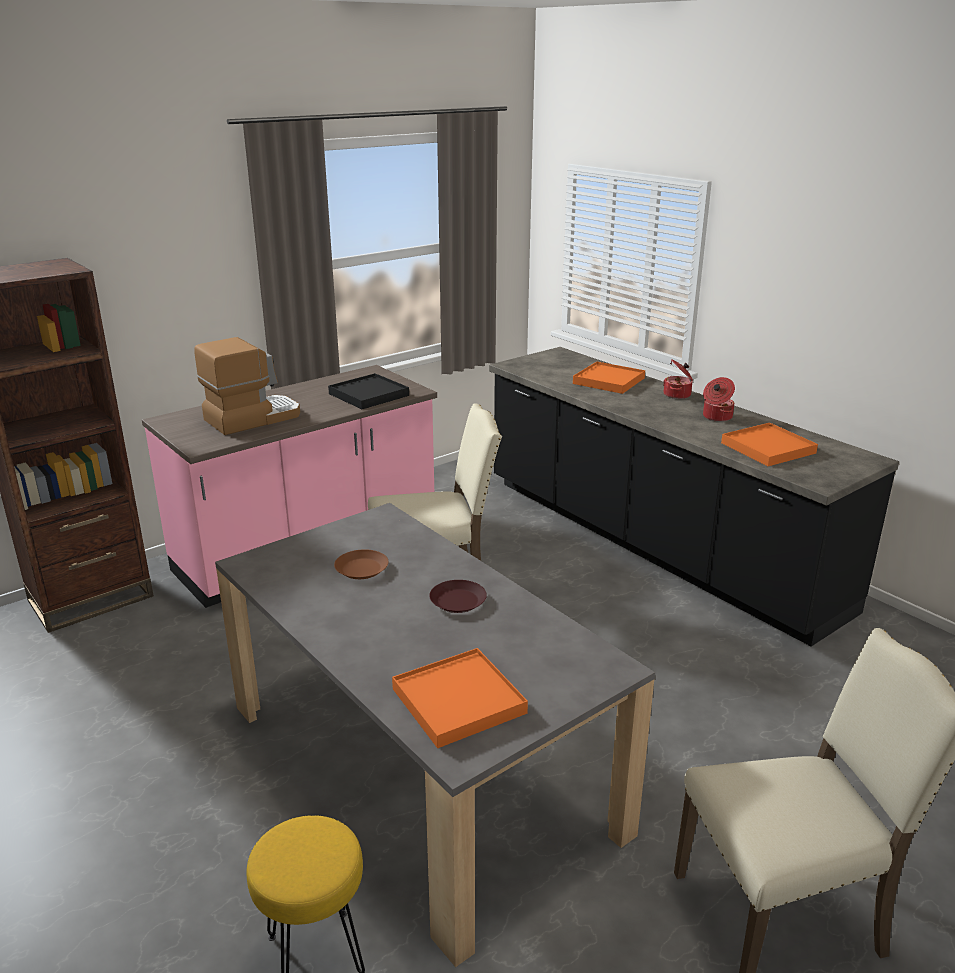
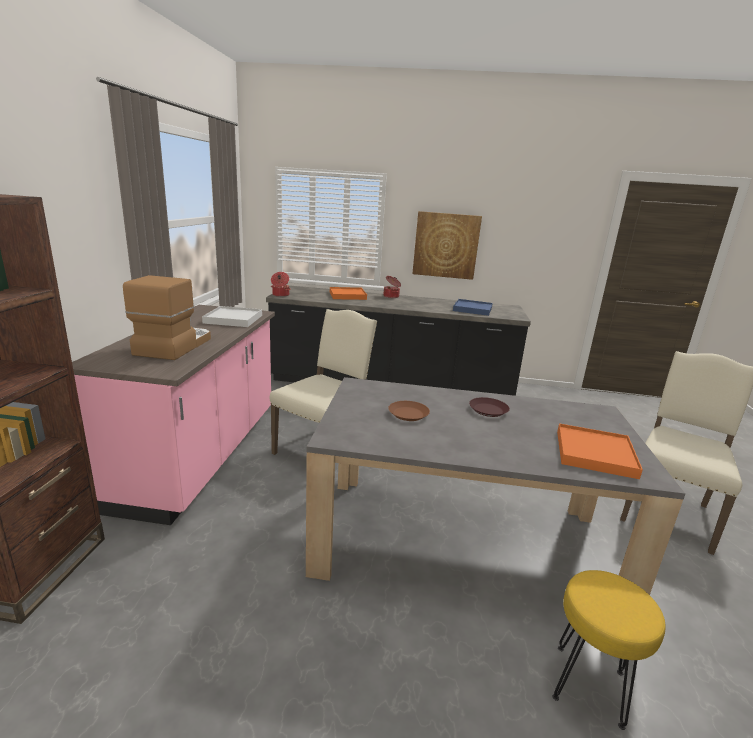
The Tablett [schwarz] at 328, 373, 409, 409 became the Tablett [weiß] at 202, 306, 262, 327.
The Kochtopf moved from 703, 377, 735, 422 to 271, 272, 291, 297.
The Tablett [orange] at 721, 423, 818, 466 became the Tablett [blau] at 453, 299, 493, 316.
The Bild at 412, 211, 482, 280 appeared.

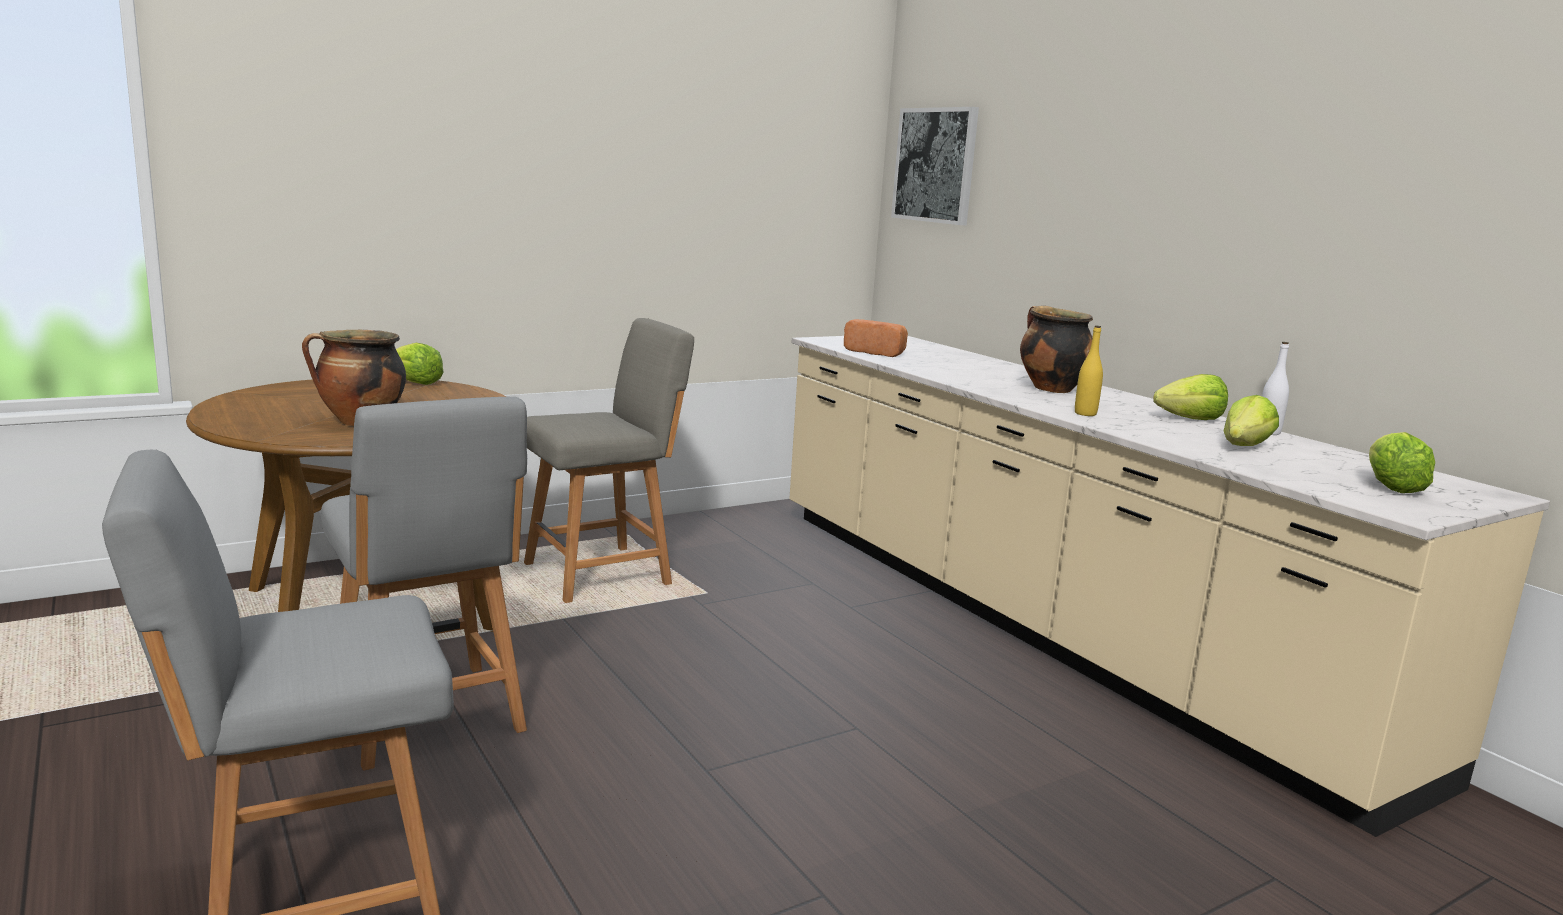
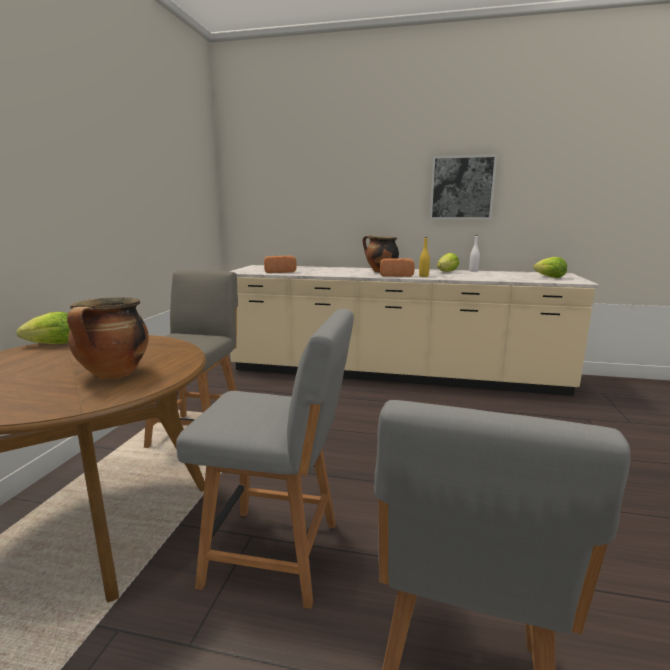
The Bild moved from 891, 107, 979, 225 to 430, 154, 497, 219.
The Salatkopf at 1224, 395, 1279, 446 disappeared.
The Brot at 380, 258, 415, 277 appeared.

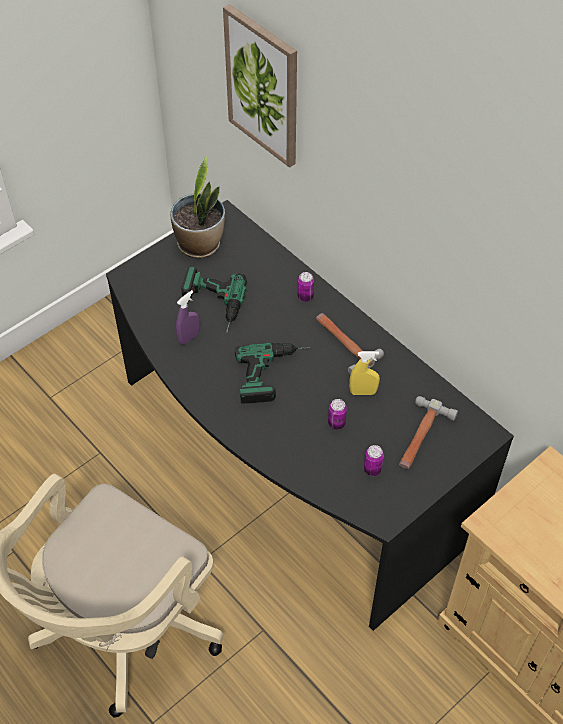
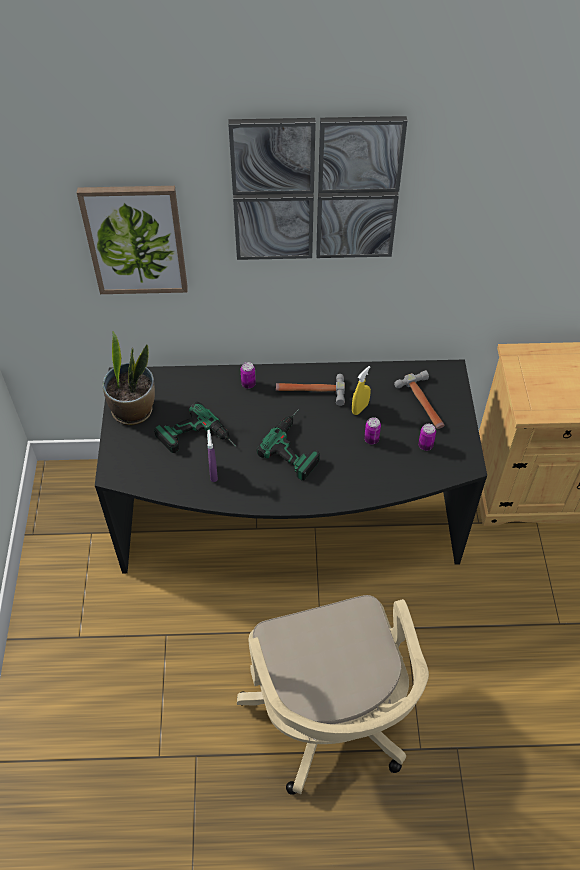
The Bild at 228, 116, 407, 260 appeared.

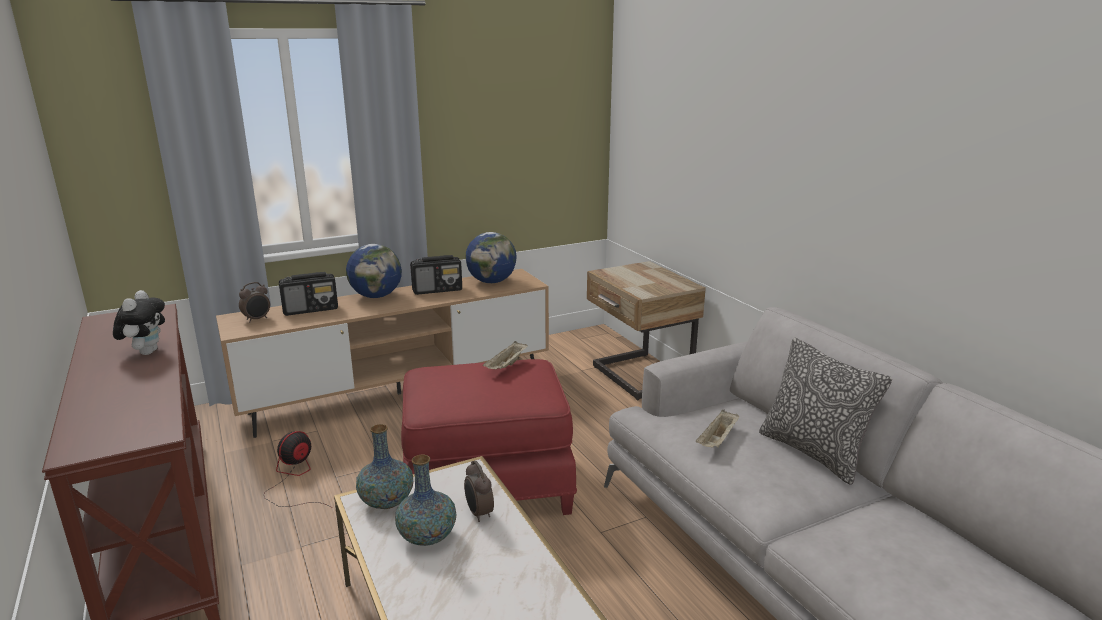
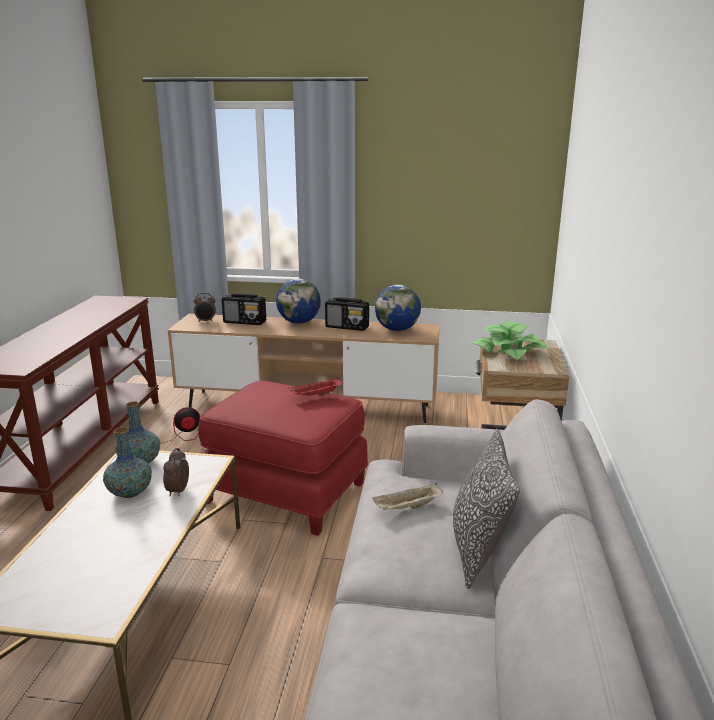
The Plüschtier at 113, 290, 165, 355 disappeared.
The Tablett [beige] at 483, 341, 528, 369 became the Tablett [rot] at 288, 378, 343, 396.
The Topfpflanze at 471, 321, 548, 360 appeared.

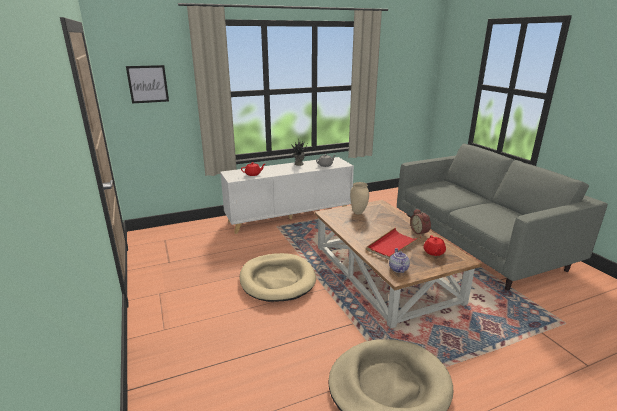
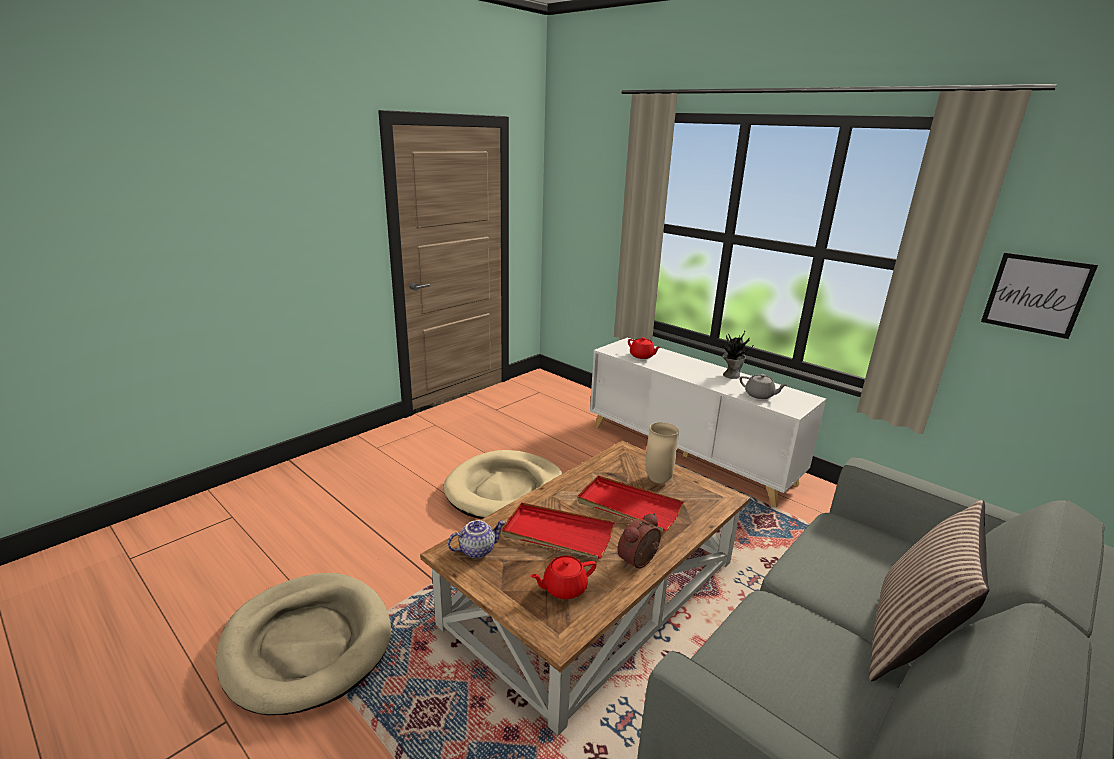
The Bild moved from 126, 65, 169, 104 to 981, 252, 1098, 339.
The Tablett [rot] at 577, 475, 684, 531 appeared.
The Kissen at 869, 500, 990, 681 appeared.

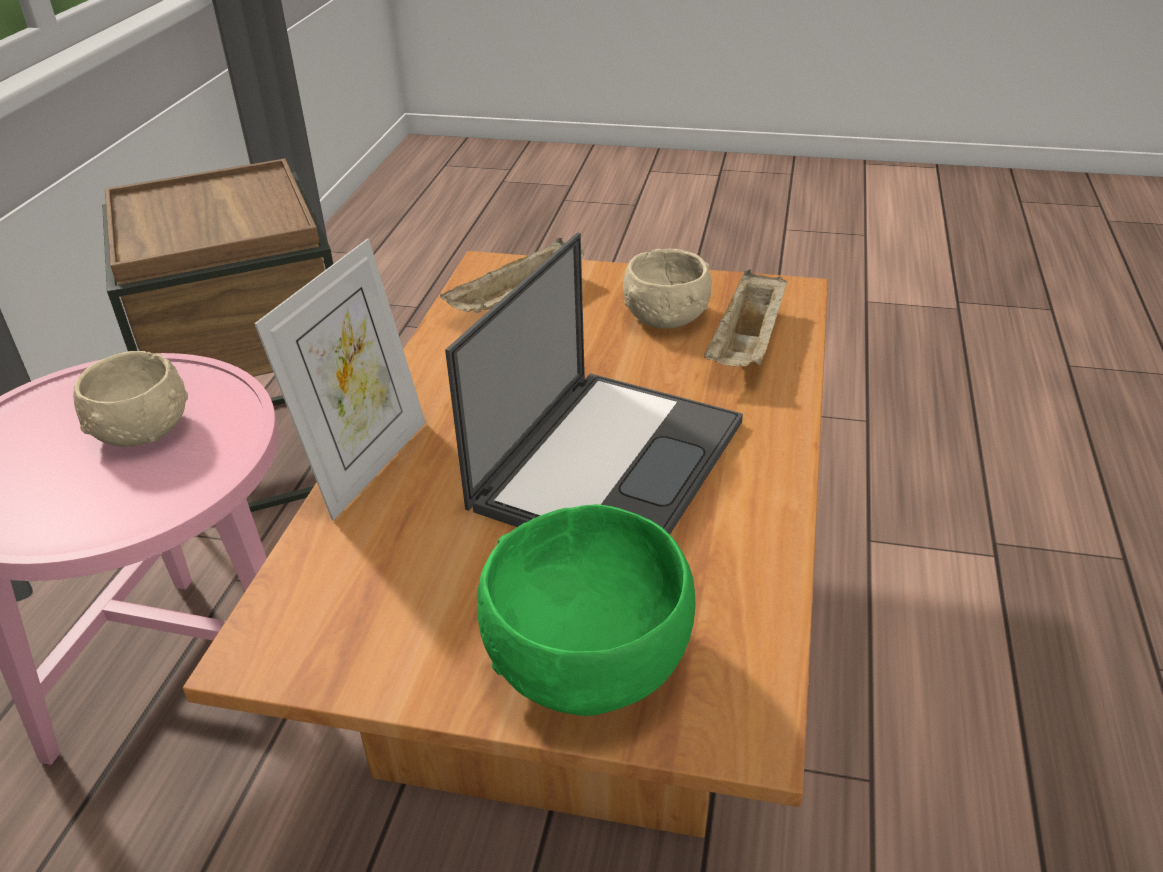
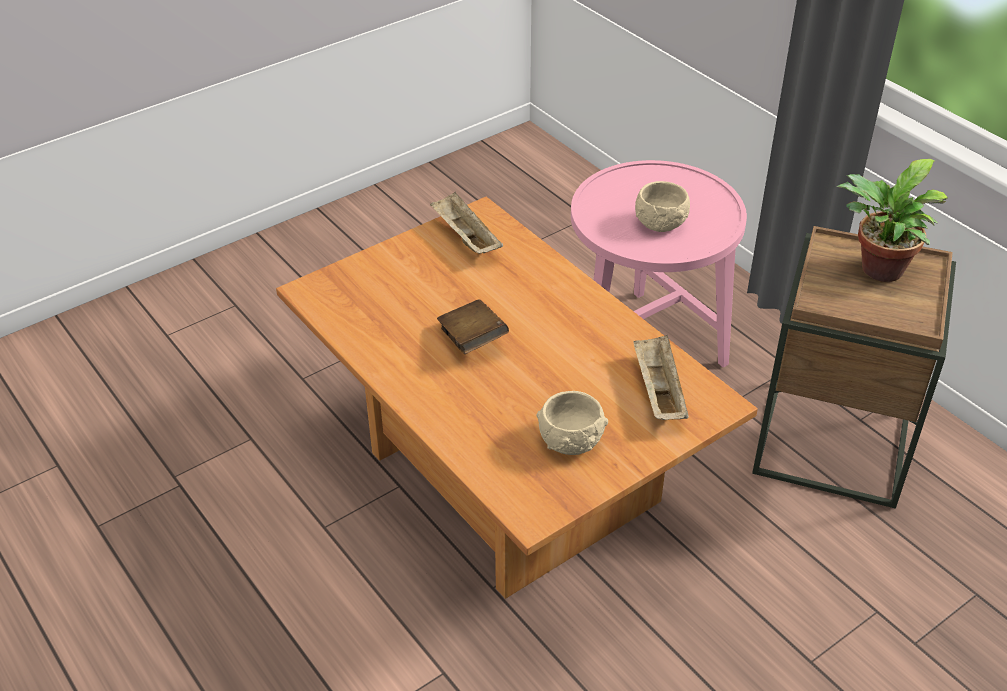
The Laptop at 445, 233, 743, 534 was replaced by the Buch [braun] at 437, 300, 509, 354.
The Bilderrahmen at 254, 239, 426, 521 disappeared.
The Tablett [beige] moved from 704, 270, 787, 366 to 430, 192, 503, 254.
The Schüssel [grün] at 477, 504, 695, 716 disappeared.
The Topfpflanze at 836, 159, 948, 282 appeared.

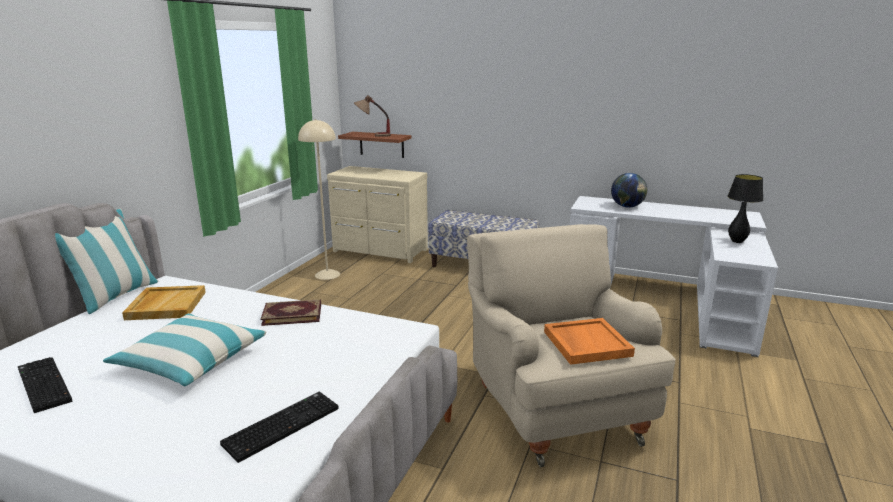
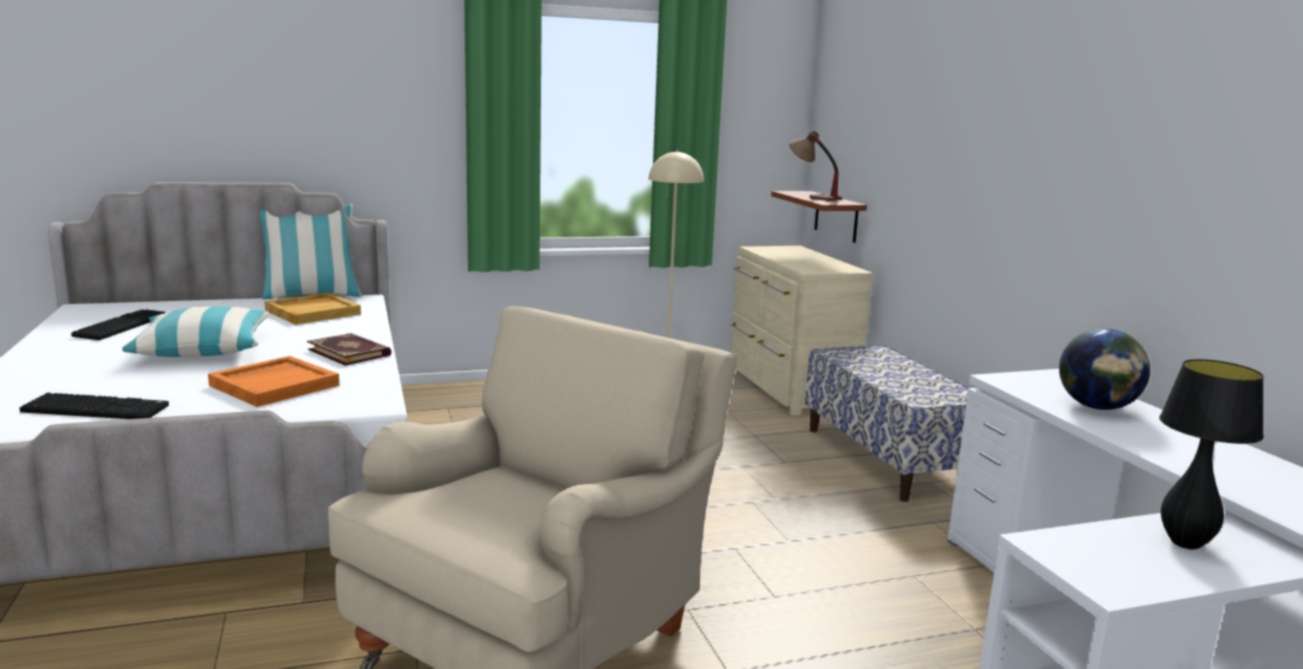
The Tablett [orange] moved from 544, 318, 635, 365 to 208, 356, 339, 407.

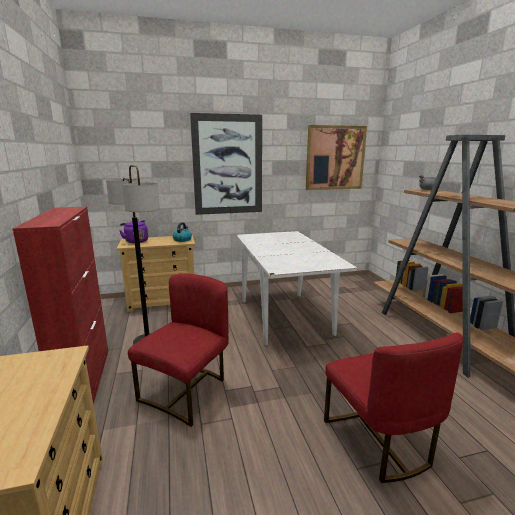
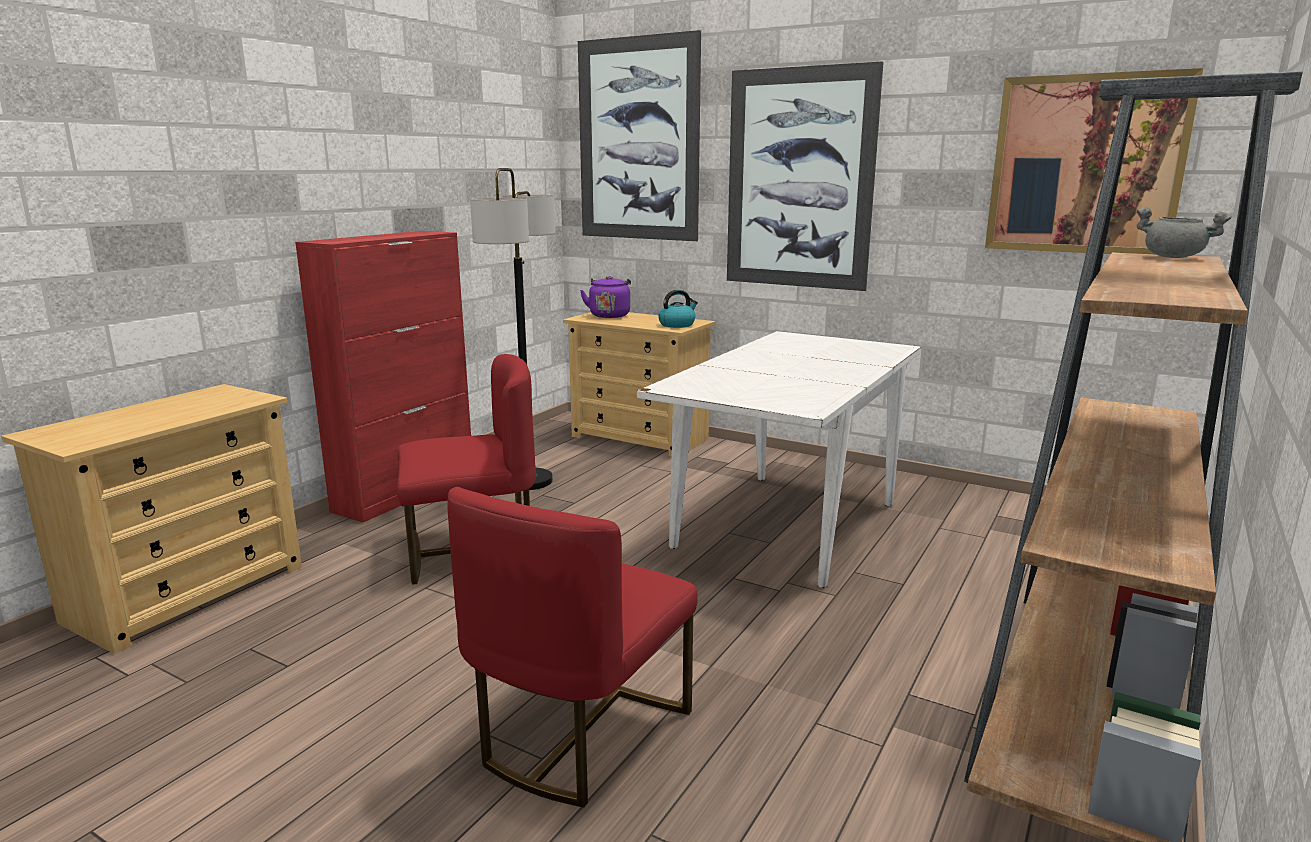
The Bild at 578, 30, 701, 241 appeared.

